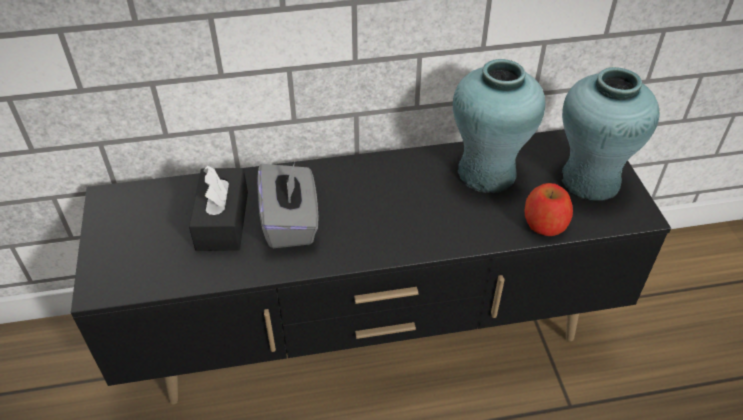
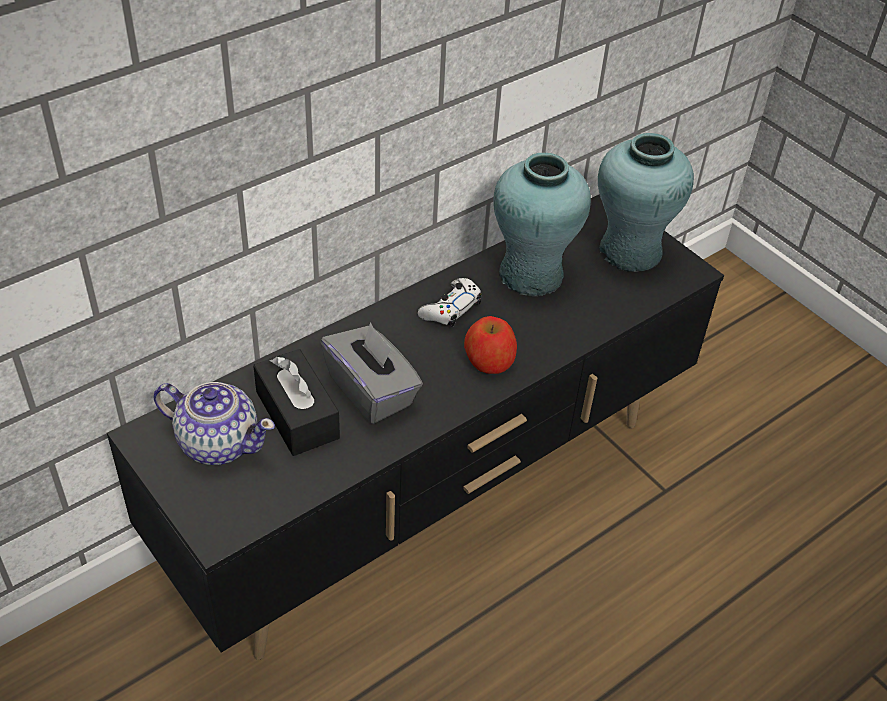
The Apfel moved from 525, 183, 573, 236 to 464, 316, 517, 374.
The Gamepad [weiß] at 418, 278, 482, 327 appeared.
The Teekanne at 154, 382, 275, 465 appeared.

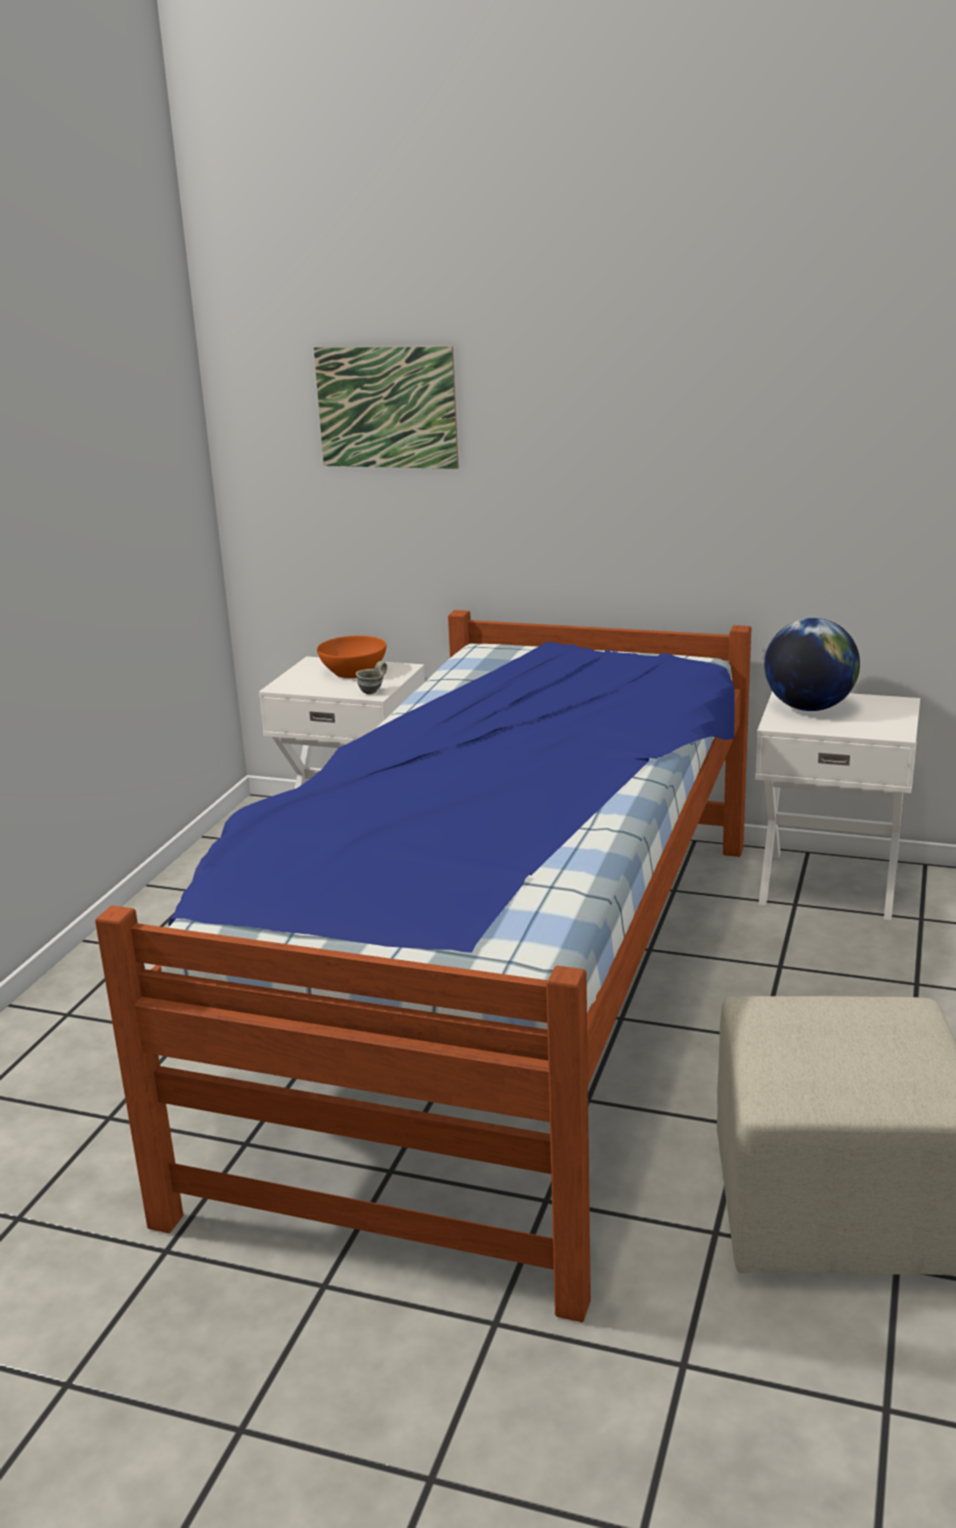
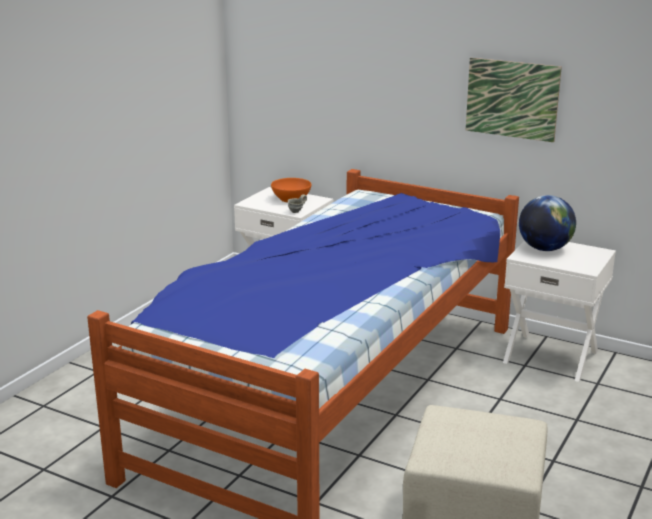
The Bild moved from 314, 346, 459, 469 to 466, 58, 562, 142.

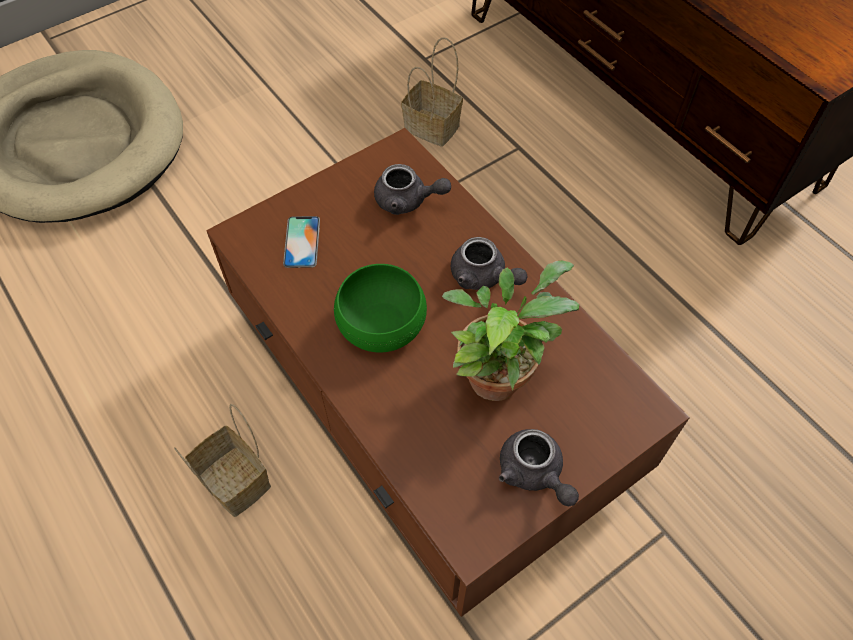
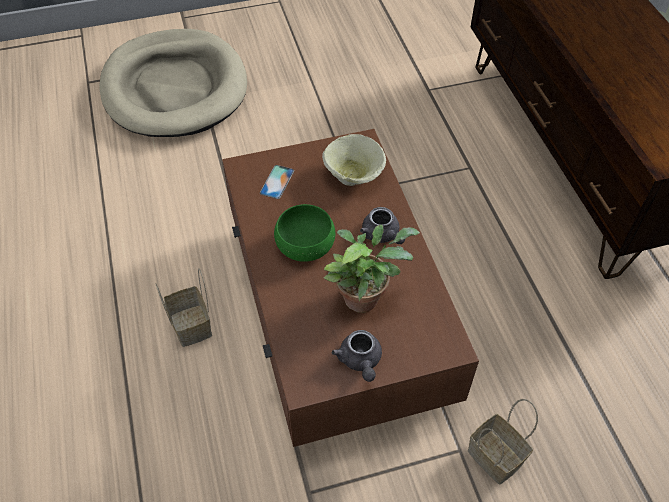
The Korb moved from 401, 37, 463, 147 to 468, 399, 538, 484.
The Teekanne [grau] at 374, 164, 451, 215 was replaced by the Schüssel [beige] at 322, 134, 386, 186.

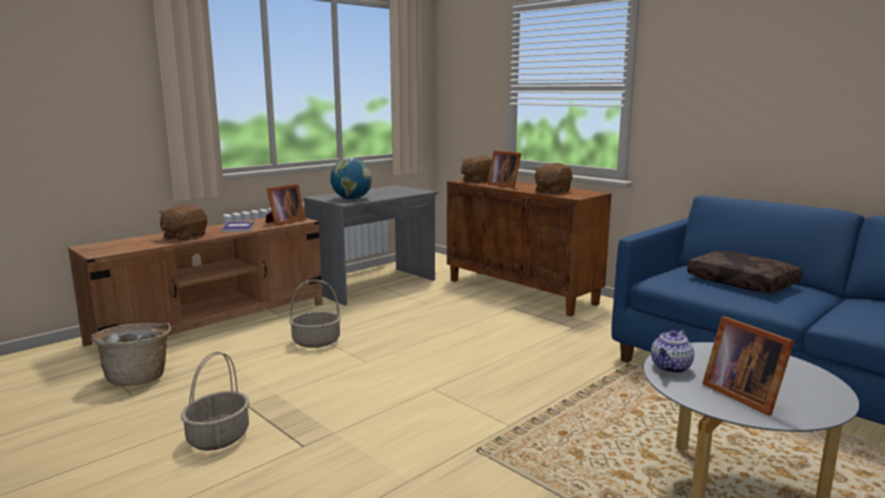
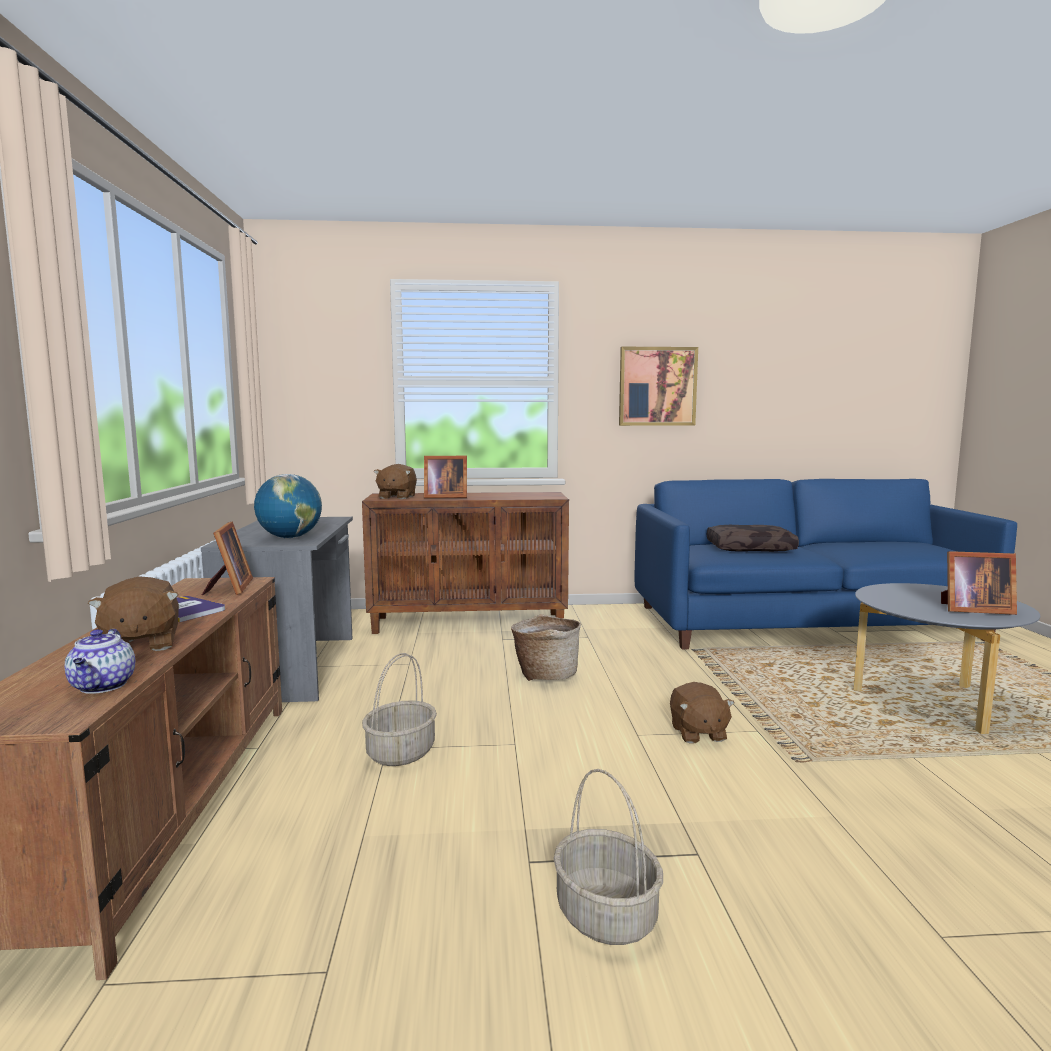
The Plüschtier [braun] moved from 533, 163, 573, 194 to 670, 682, 735, 744.
The Korb moved from 91, 323, 172, 386 to 511, 614, 581, 681.
The Teekanne moved from 651, 330, 694, 373 to 64, 629, 135, 694.
The Bild at 619, 347, 698, 426 appeared.

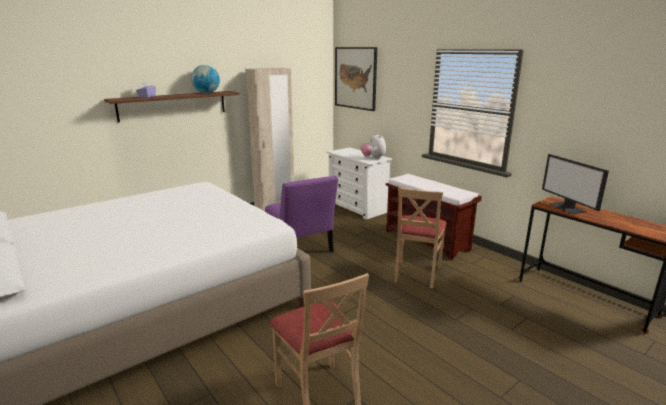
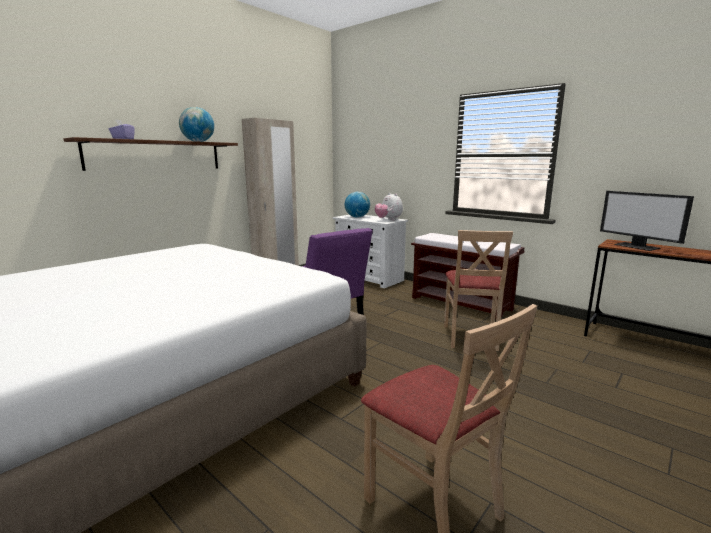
The Bild at 335, 47, 377, 111 disappeared.
The Globus at 345, 192, 370, 218 appeared.

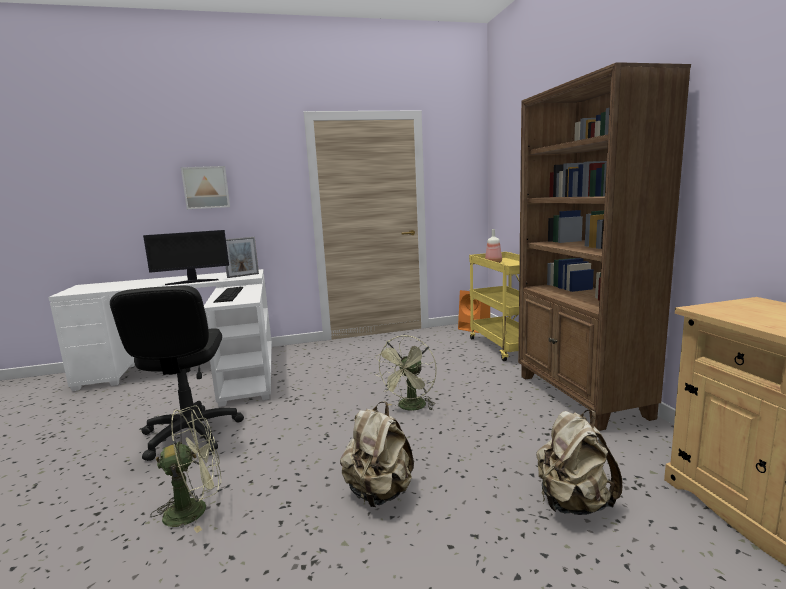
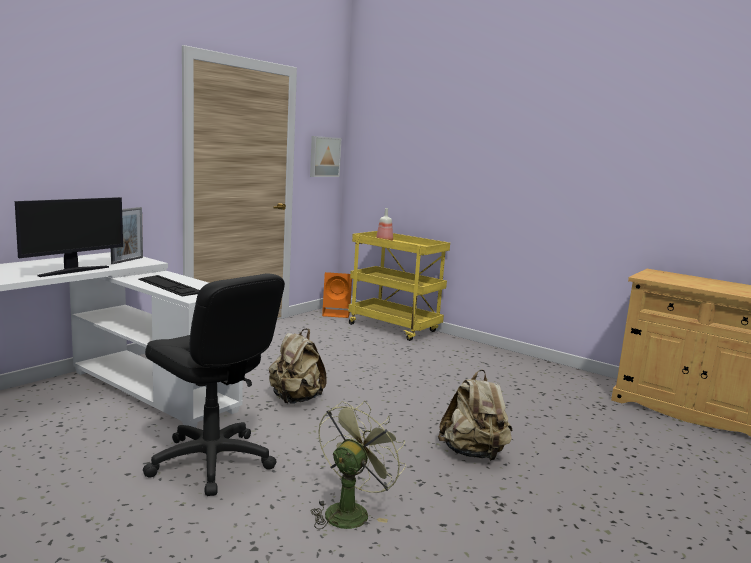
The Bücherregal [braun] at 518, 62, 691, 431 disappeared.
The Bild moved from 181, 166, 230, 209 to 310, 136, 341, 177.
The Ventilator [grün] at 375, 335, 436, 411 disappeared.
The Rucksack [beige] moved from 536, 410, 622, 515 to 269, 328, 327, 404.

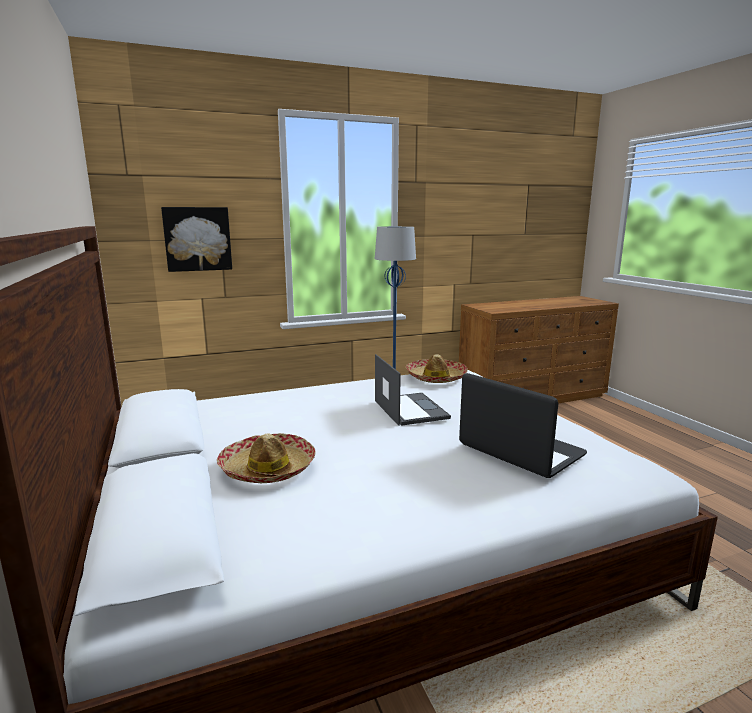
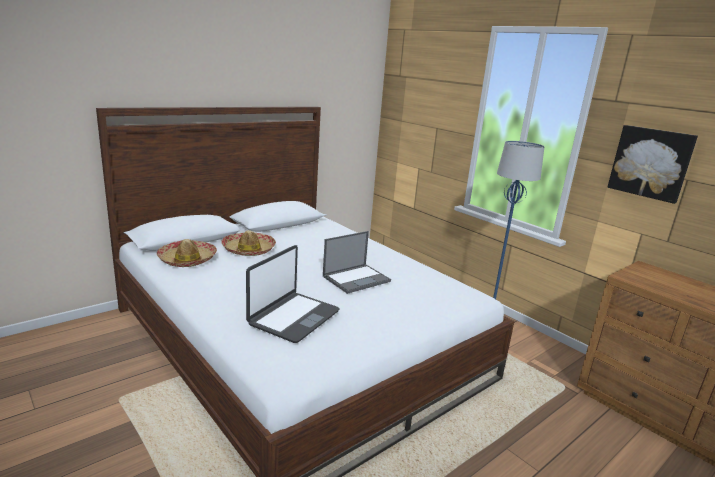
The Bild moved from 161, 207, 232, 272 to 607, 125, 698, 204.
The Hut moved from 405, 354, 468, 383 to 157, 239, 217, 267.

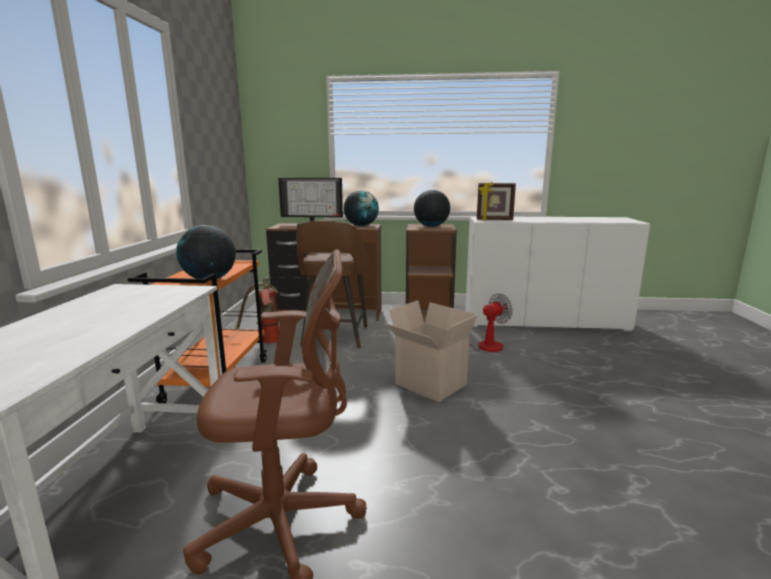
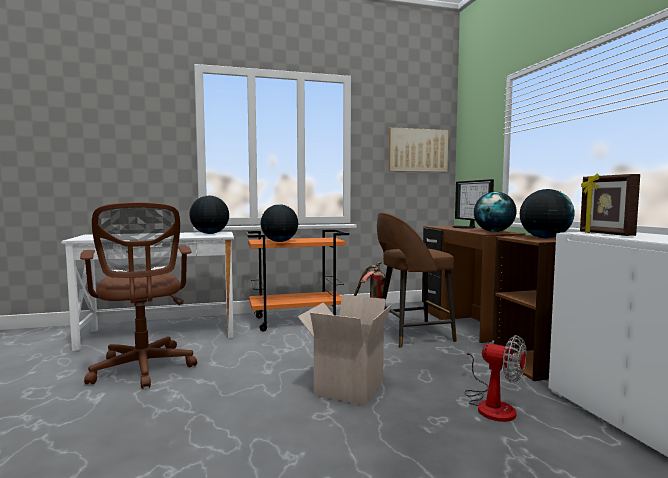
The Bild at 389, 127, 449, 172 appeared.
The Globus at 189, 196, 229, 234 appeared.

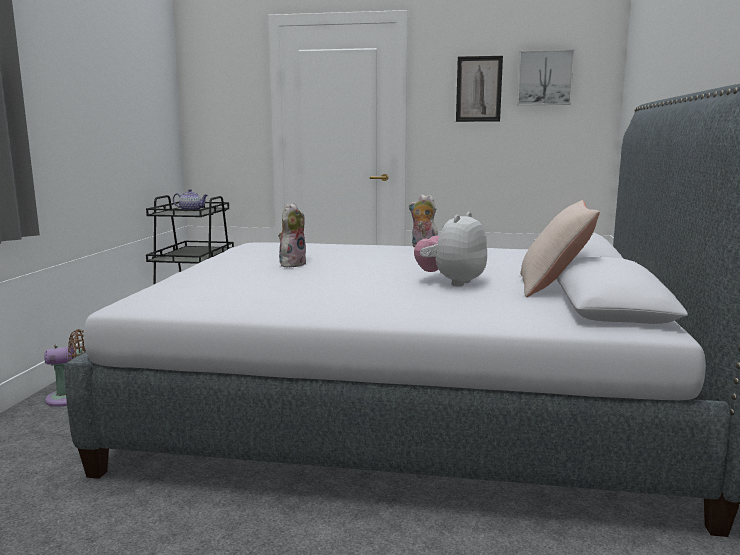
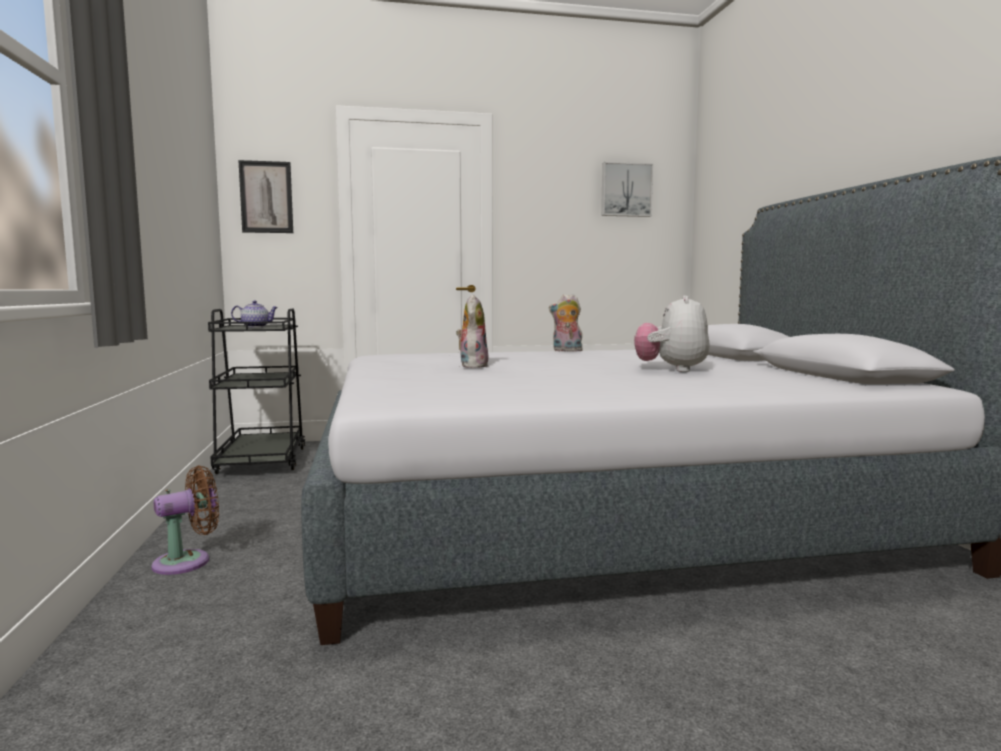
The Bild moved from 456, 56, 503, 122 to 238, 160, 293, 233.
The Kissen [beige] at 520, 200, 600, 297 disappeared.

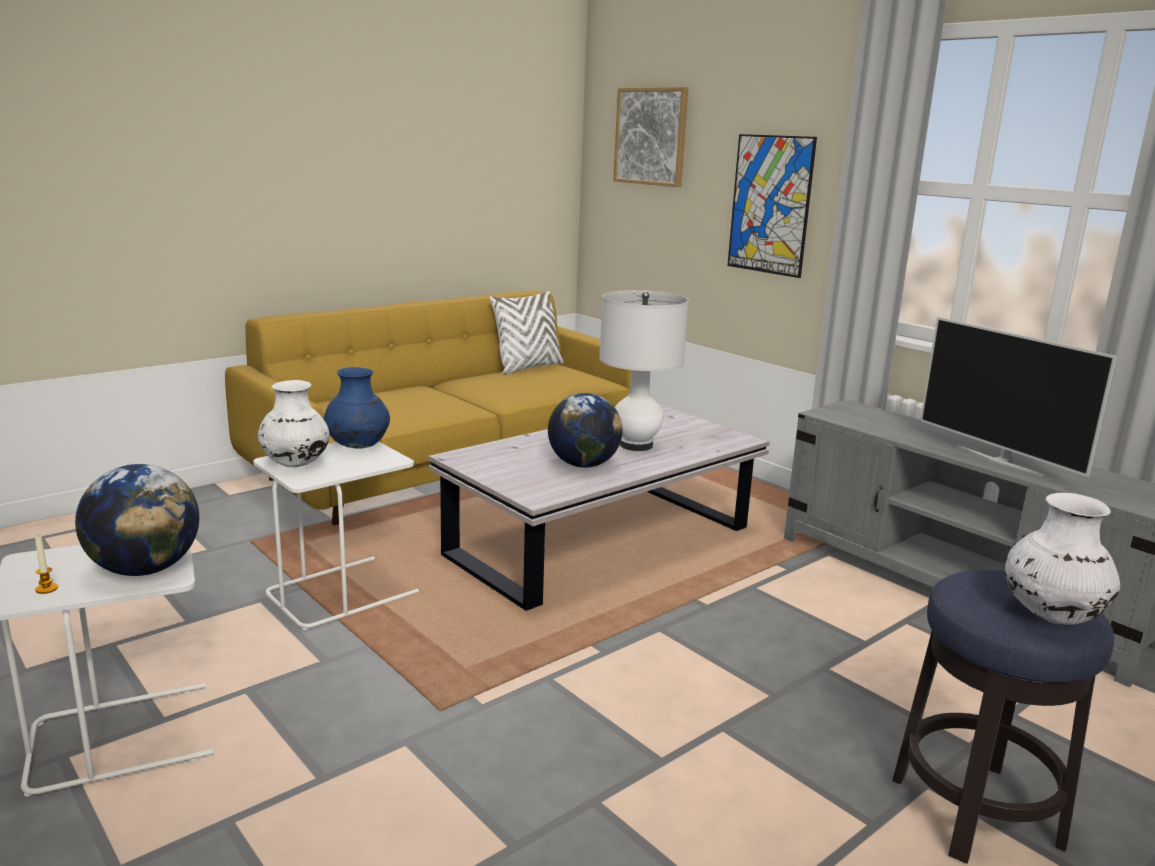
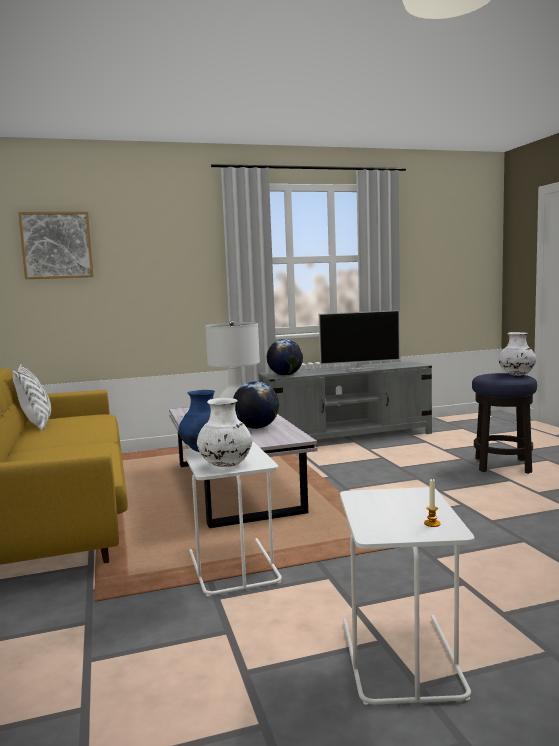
The Bild at 727, 134, 817, 278 disappeared.
The Globus moved from 75, 464, 199, 576 to 267, 339, 303, 376.

